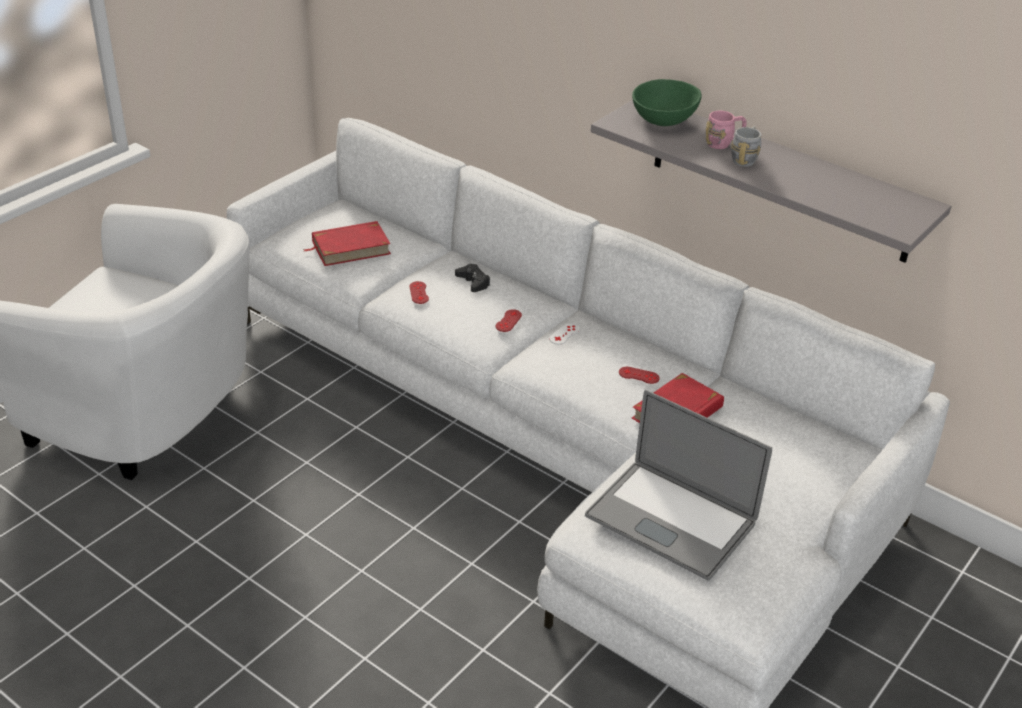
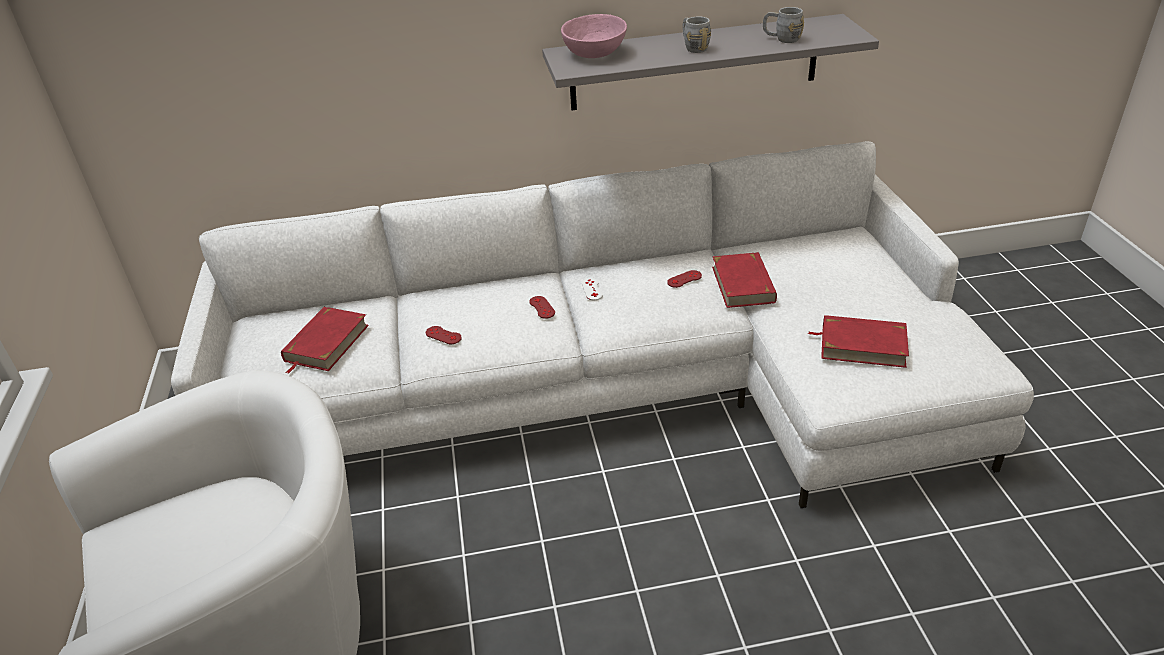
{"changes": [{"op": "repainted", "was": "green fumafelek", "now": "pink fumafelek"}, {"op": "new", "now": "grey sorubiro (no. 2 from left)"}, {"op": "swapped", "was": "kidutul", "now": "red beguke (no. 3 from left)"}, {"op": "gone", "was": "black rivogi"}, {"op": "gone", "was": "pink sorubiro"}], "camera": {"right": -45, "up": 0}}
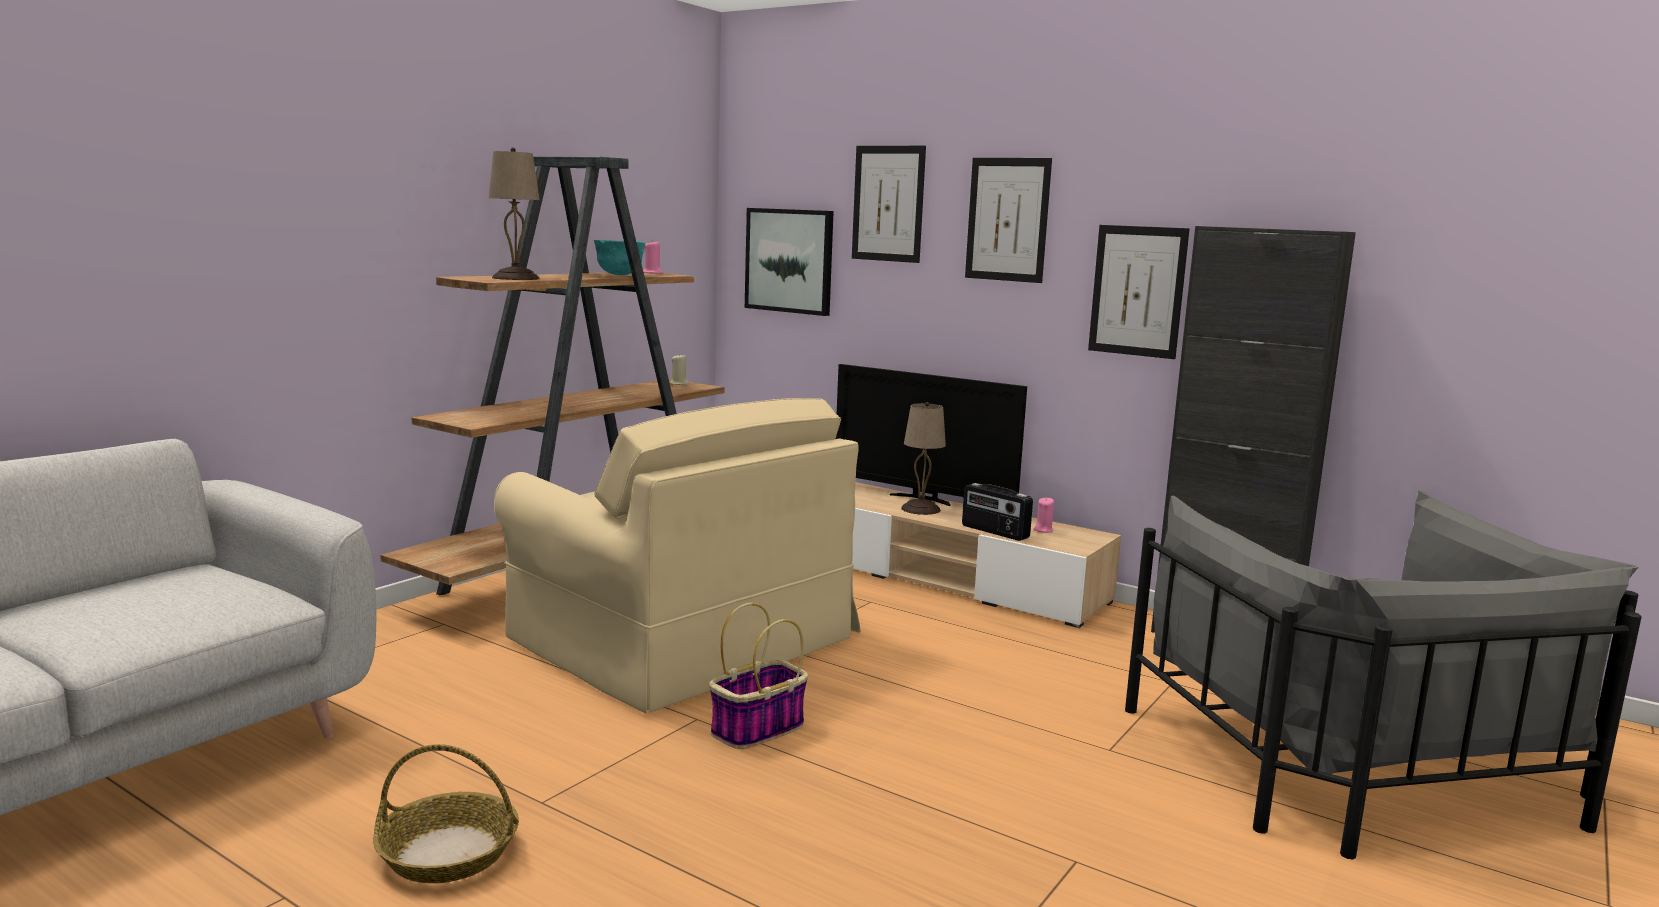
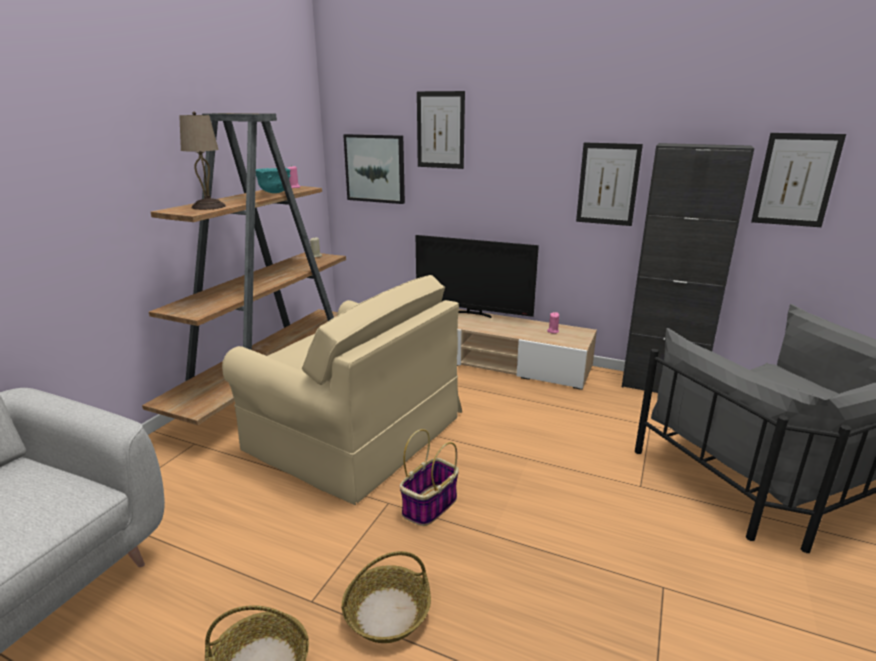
{"changes": [{"op": "new", "now": "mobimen (no. 2 from left)"}, {"op": "shifted", "was": "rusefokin (no. 3 from left in the first image)", "now": "rusefokin (no. 4 from left)"}, {"op": "gone", "was": "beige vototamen (no. 2 from left)"}, {"op": "gone", "was": "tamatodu"}], "camera": {"right": -10, "up": 10}}
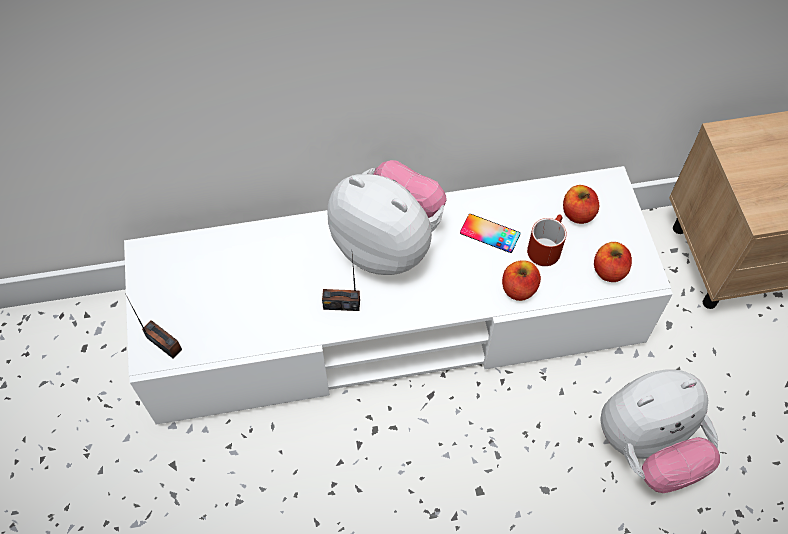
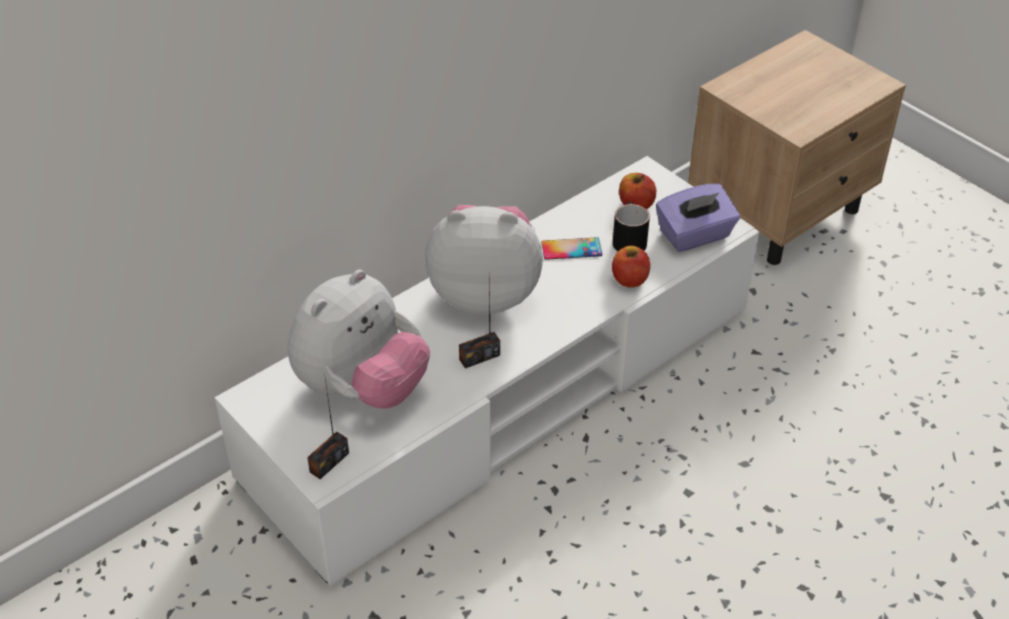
{"changes": [{"op": "shifted", "was": "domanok (no. 2 from left in the first image)", "now": "domanok (no. 1 from left)"}, {"op": "rotated", "was": "tamatodu (no. 1 from left)", "clockwise": 120}, {"op": "repainted", "was": "red sorubiro", "now": "black sorubiro"}, {"op": "swapped", "was": "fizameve (no. 3 from left)", "now": "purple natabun"}], "camera": {"right": -30, "up": -15}}
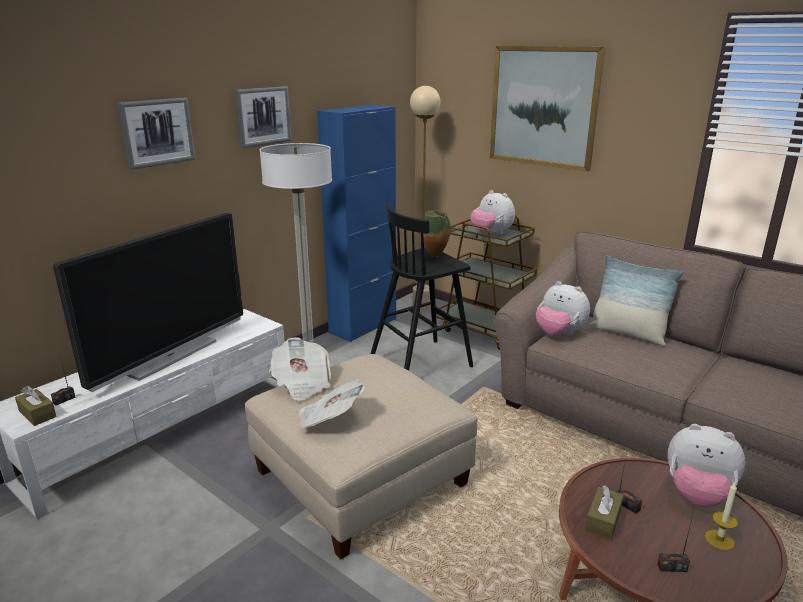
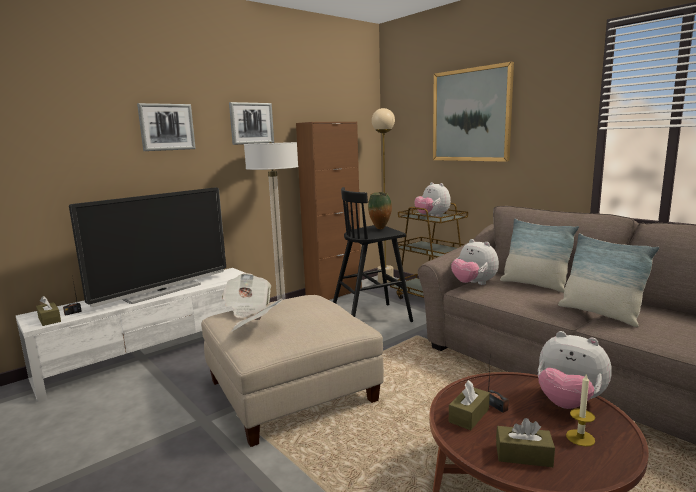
{"changes": [{"op": "repainted", "was": "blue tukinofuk", "now": "brown tukinofuk"}, {"op": "swapped", "was": "tamatodu (no. 3 from left)", "now": "brown natabun (no. 3 from left)"}, {"op": "new", "now": "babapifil (no. 2 from left)"}], "camera": {"right": 10, "up": -10}}
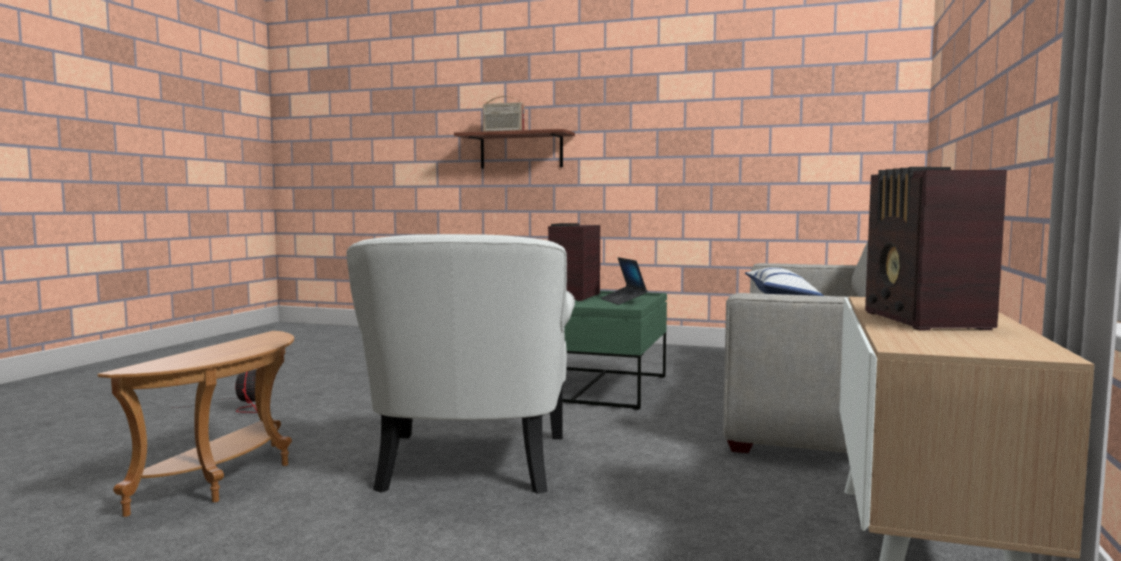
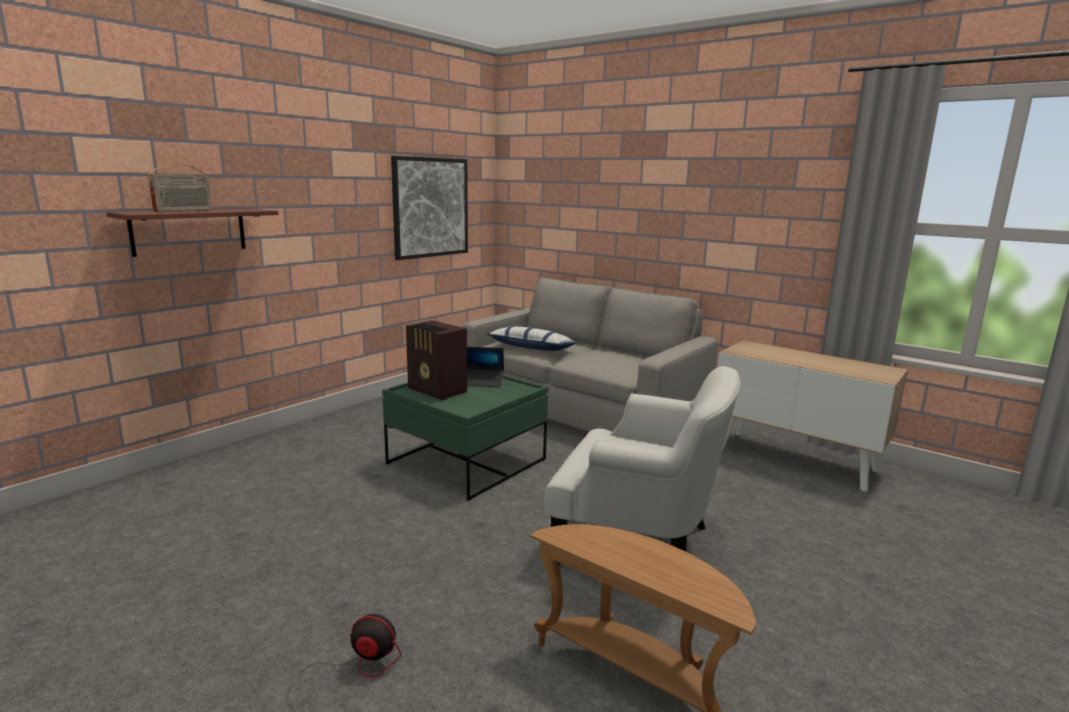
{"changes": [{"op": "new", "now": "rusefokin"}, {"op": "gone", "was": "tamatodu (no. 3 from left)"}], "camera": {"right": -70, "up": 10}}
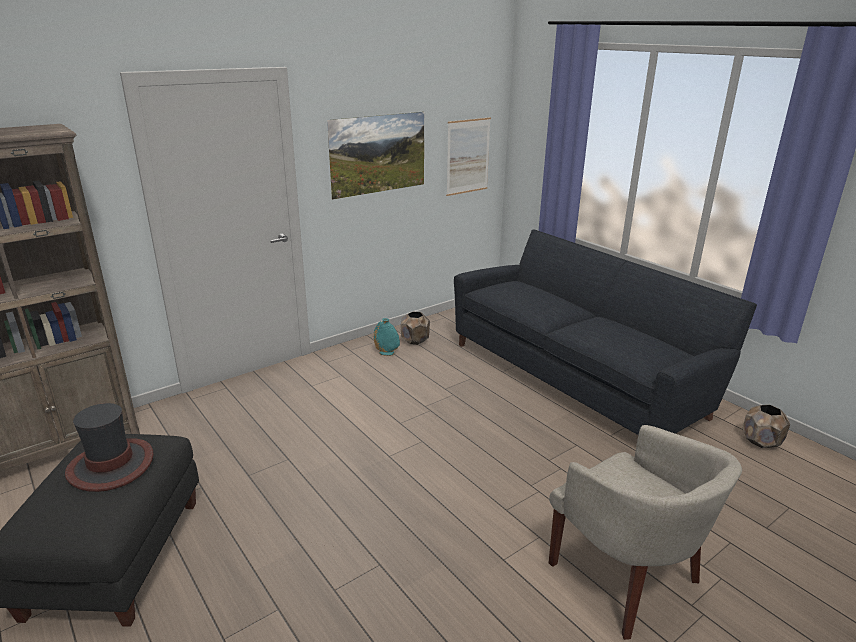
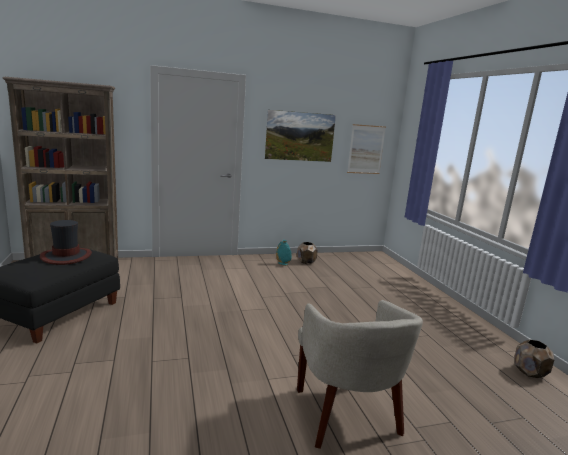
{"changes": [{"op": "gone", "was": "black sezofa"}], "camera": {"right": 20, "up": -10}}
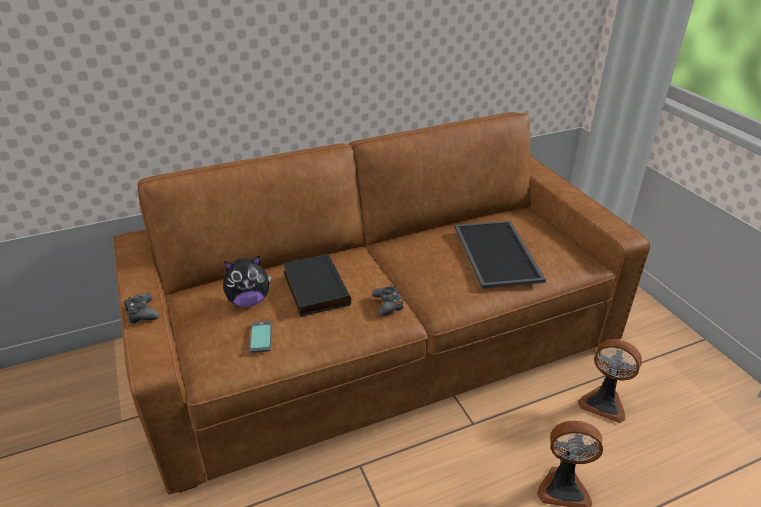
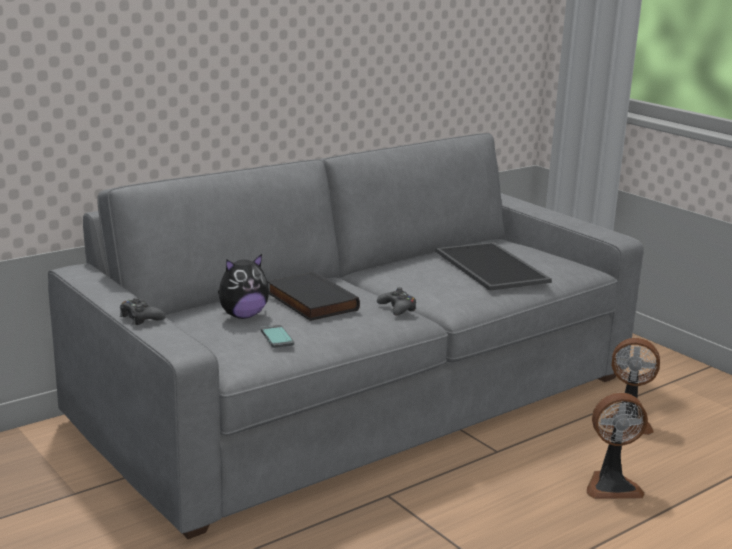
{"changes": [{"op": "repainted", "was": "brown sezofa", "now": "grey sezofa"}], "camera": {"right": -15, "up": -15}}
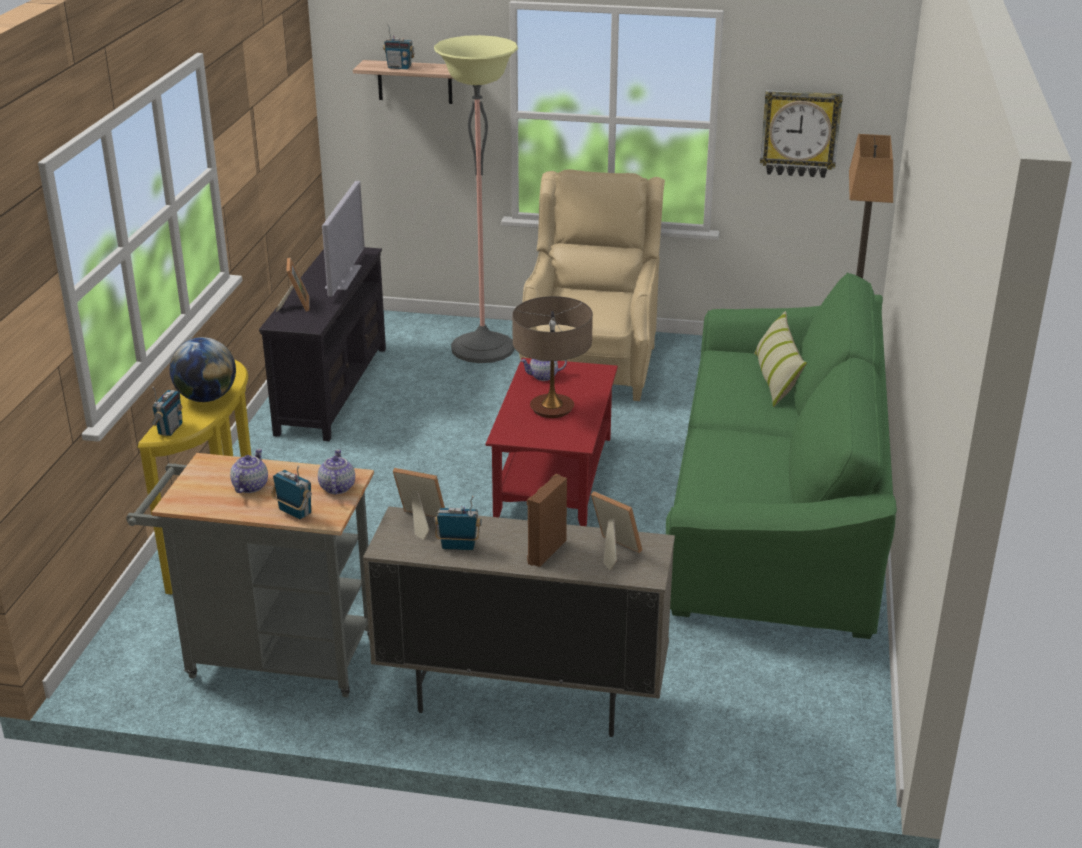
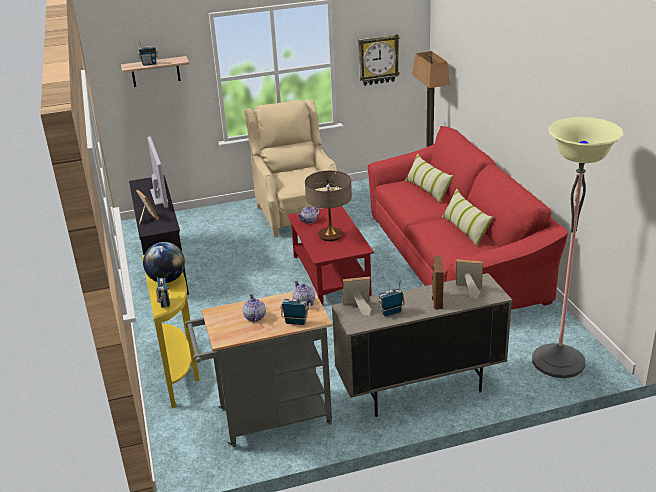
{"changes": [{"op": "repainted", "was": "green sezofa", "now": "red sezofa"}, {"op": "new", "now": "babapifil (no. 2 from left)"}, {"op": "shifted", "was": "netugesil (no. 1 from left in the first image)", "now": "netugesil (no. 2 from left)"}], "camera": {"right": -25, "up": 0}}
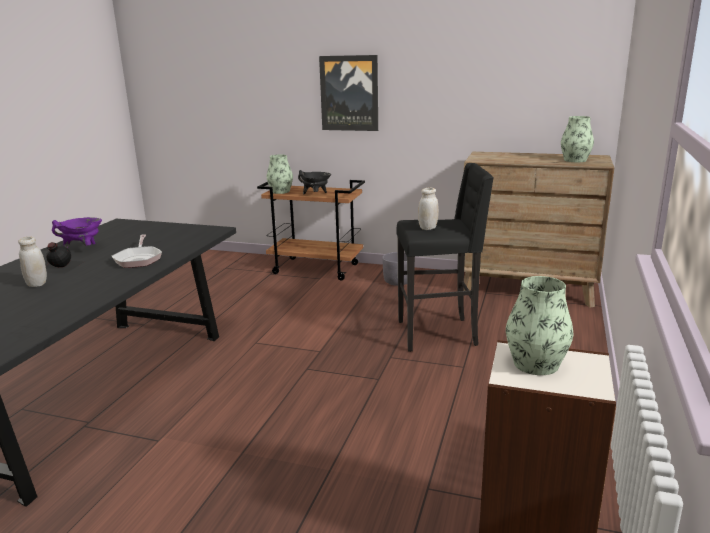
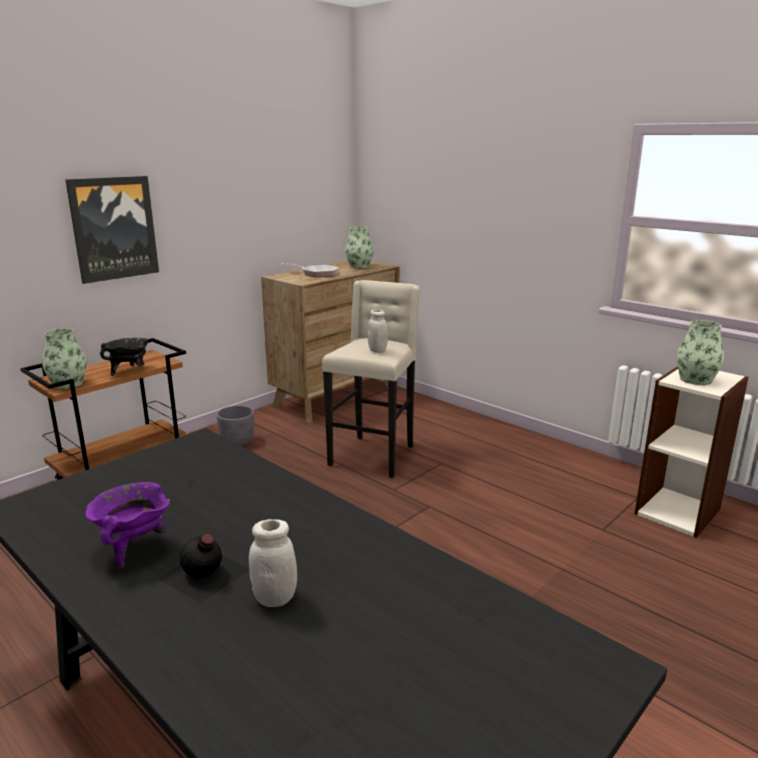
{"changes": [{"op": "shifted", "was": "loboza"}, {"op": "repainted", "was": "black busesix", "now": "beige busesix"}], "camera": {"right": -65, "up": 0}}
